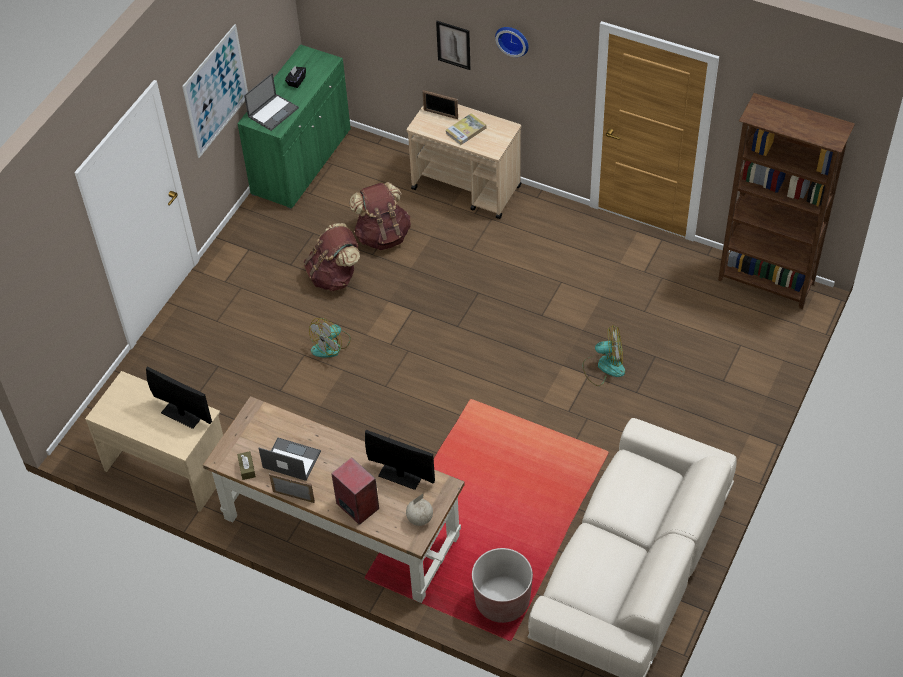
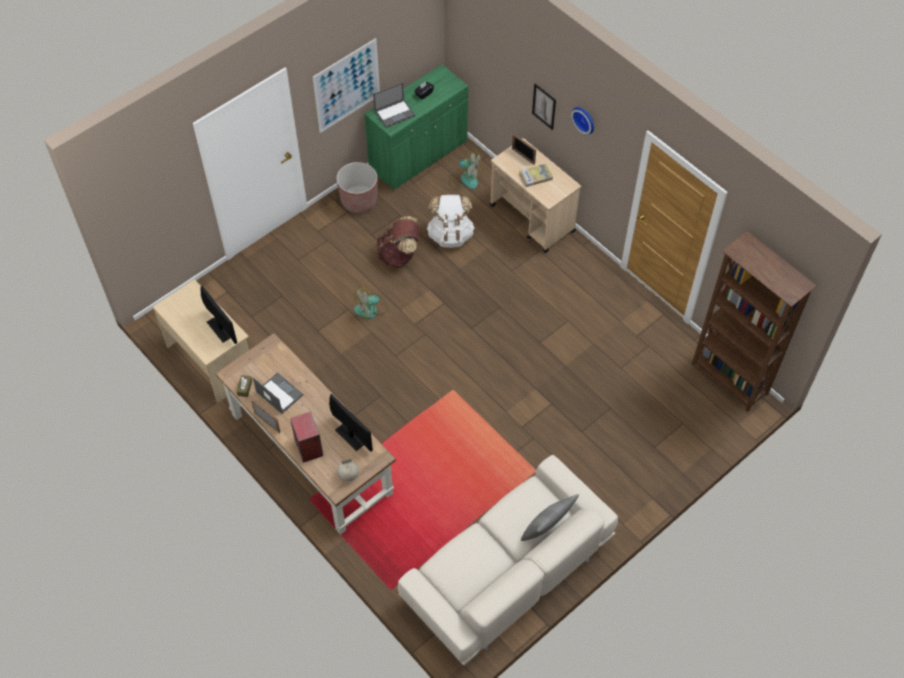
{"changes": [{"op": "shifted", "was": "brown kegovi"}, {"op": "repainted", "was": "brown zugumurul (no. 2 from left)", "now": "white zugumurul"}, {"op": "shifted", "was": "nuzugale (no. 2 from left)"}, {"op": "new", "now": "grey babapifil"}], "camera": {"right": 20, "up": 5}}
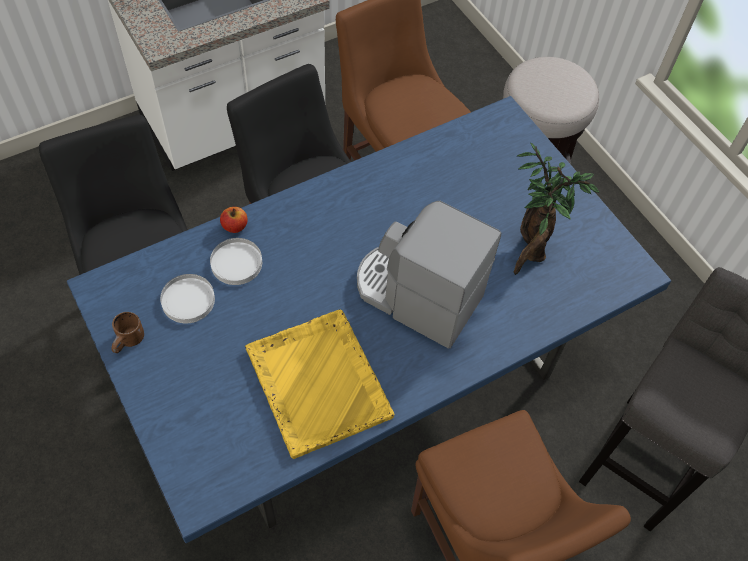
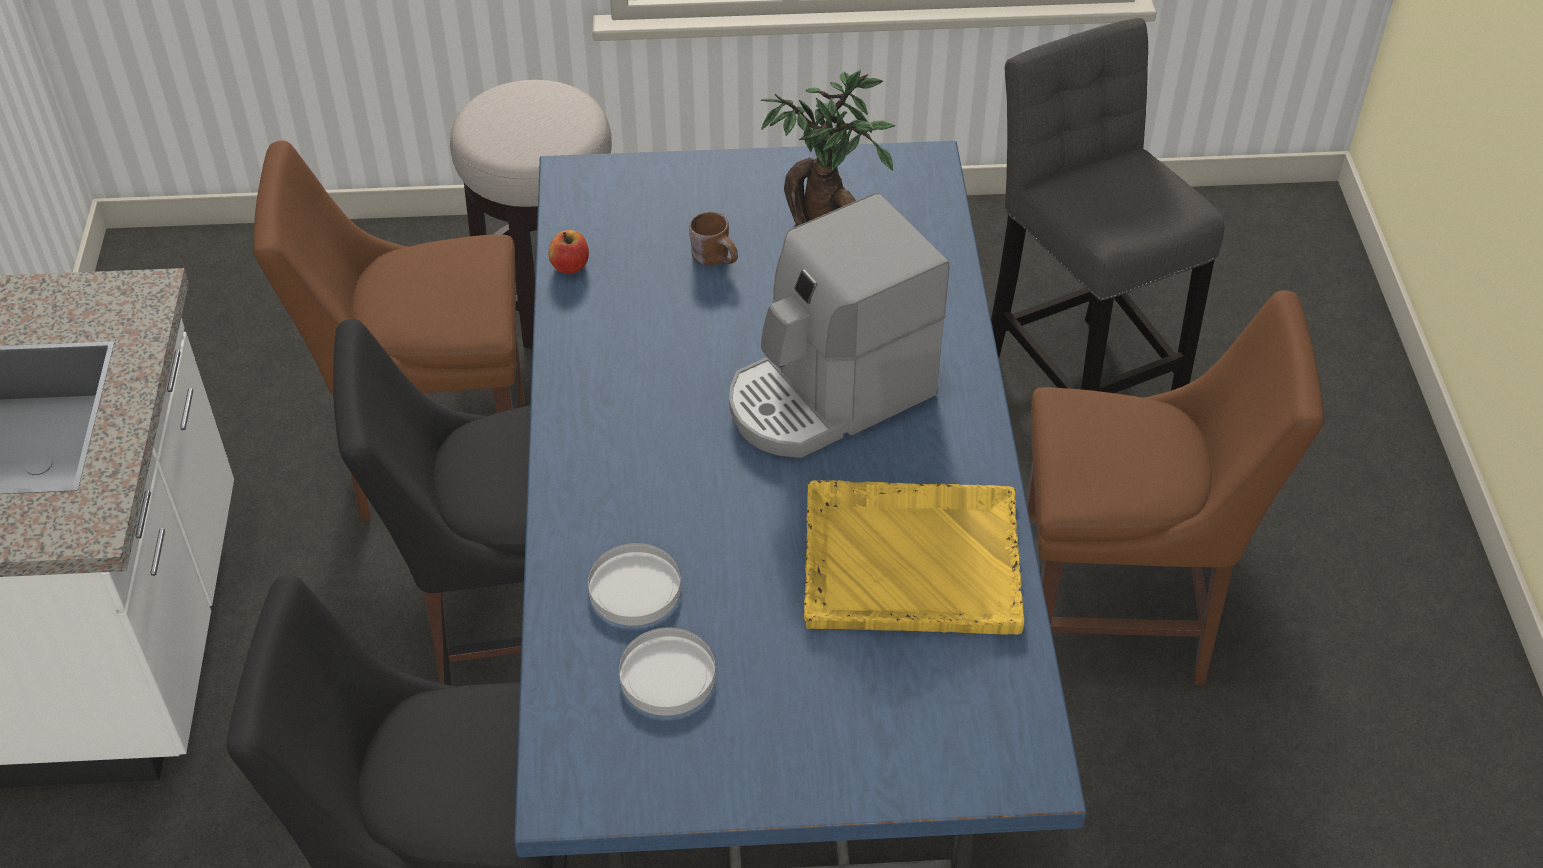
{"changes": [{"op": "shifted", "was": "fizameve"}, {"op": "shifted", "was": "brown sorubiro"}], "camera": {"right": -60, "up": -10}}
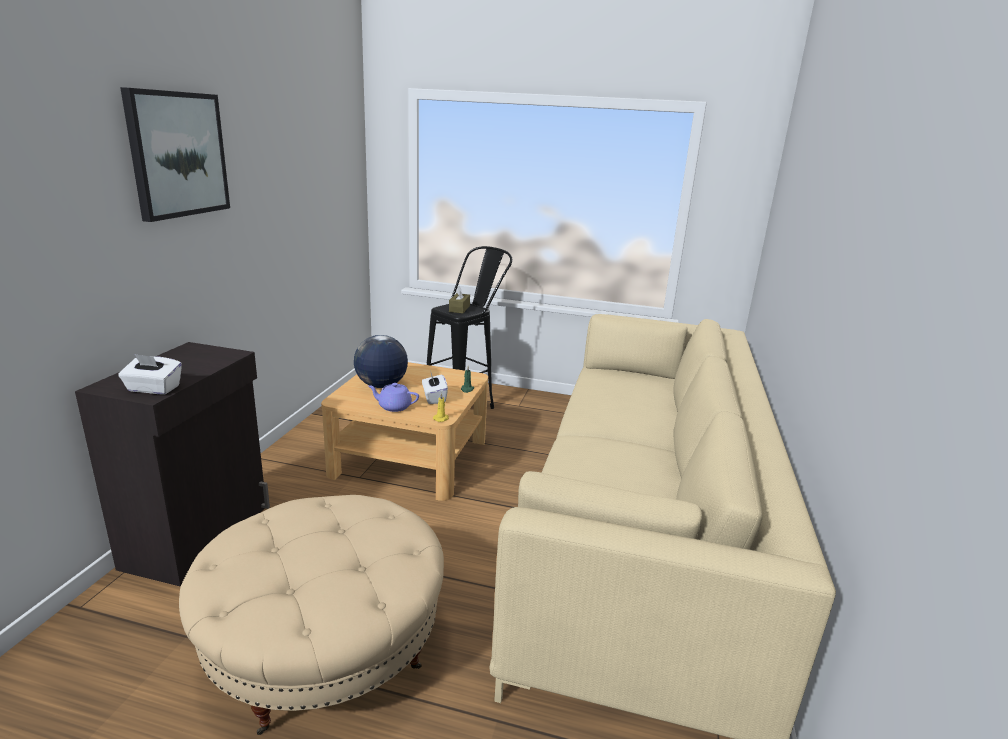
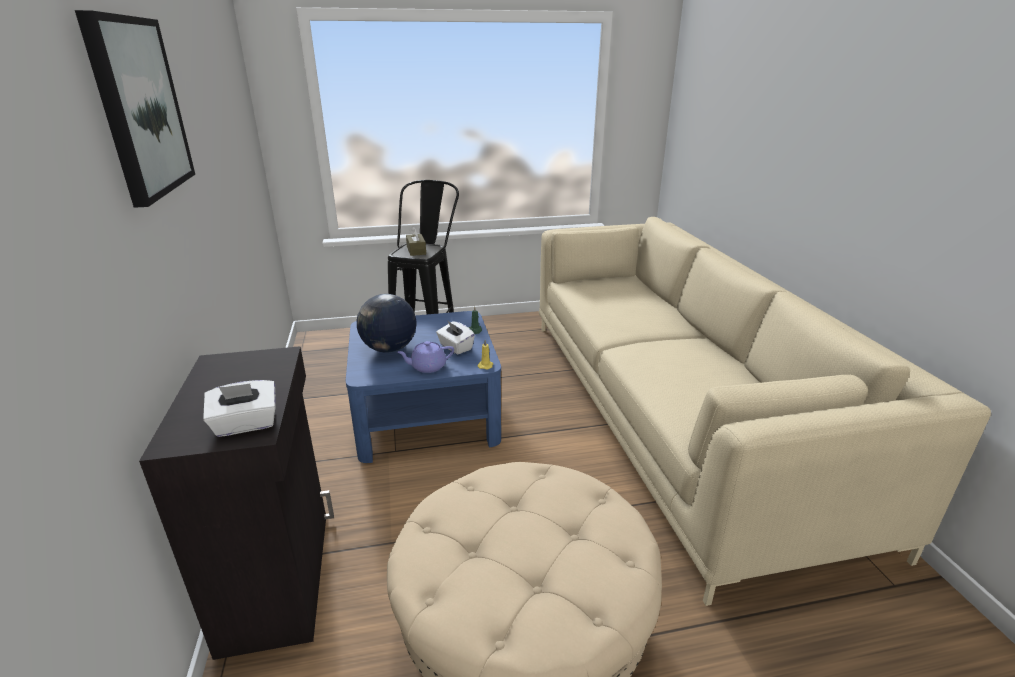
{"changes": [{"op": "repainted", "was": "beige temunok", "now": "blue temunok"}], "camera": {"right": -25, "up": 5}}
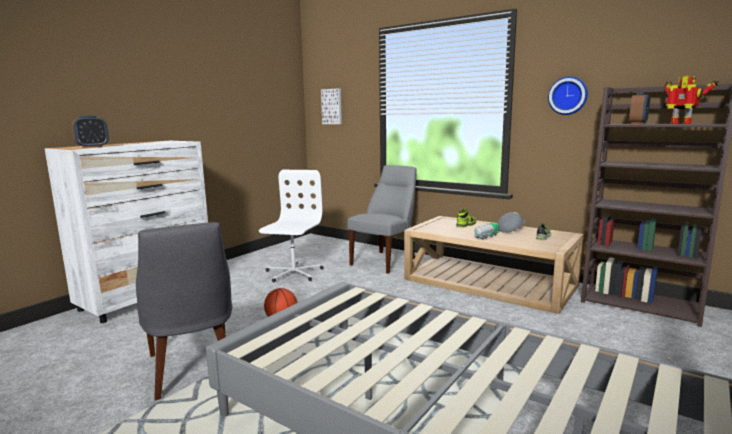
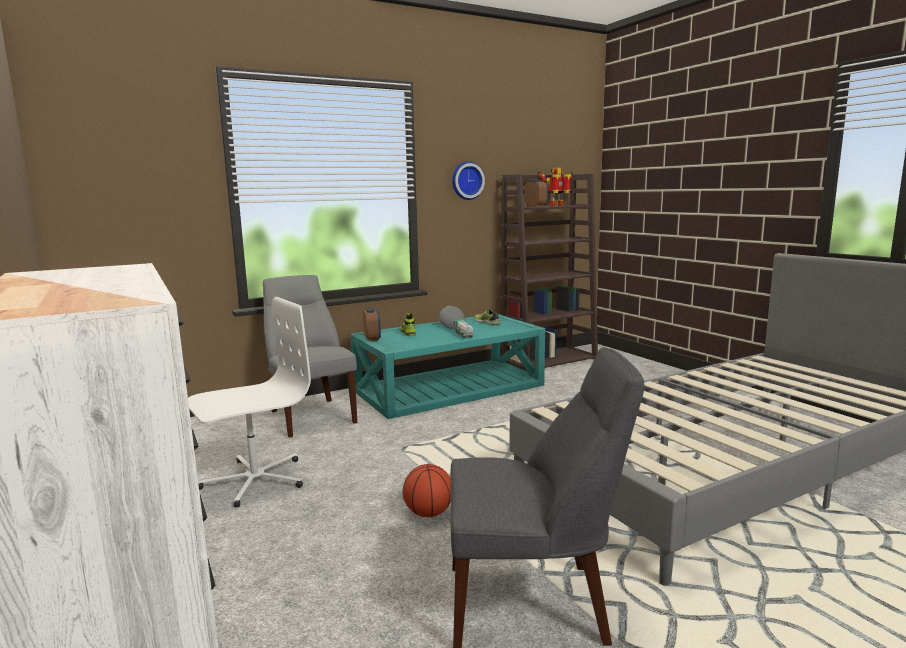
{"changes": [{"op": "rotated", "was": "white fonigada", "clockwise": 105}, {"op": "repainted", "was": "beige temunok", "now": "turquoise temunok"}, {"op": "shifted", "was": "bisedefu (no. 1 from left)"}, {"op": "gone", "was": "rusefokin"}], "camera": {"right": -65, "up": 0}}
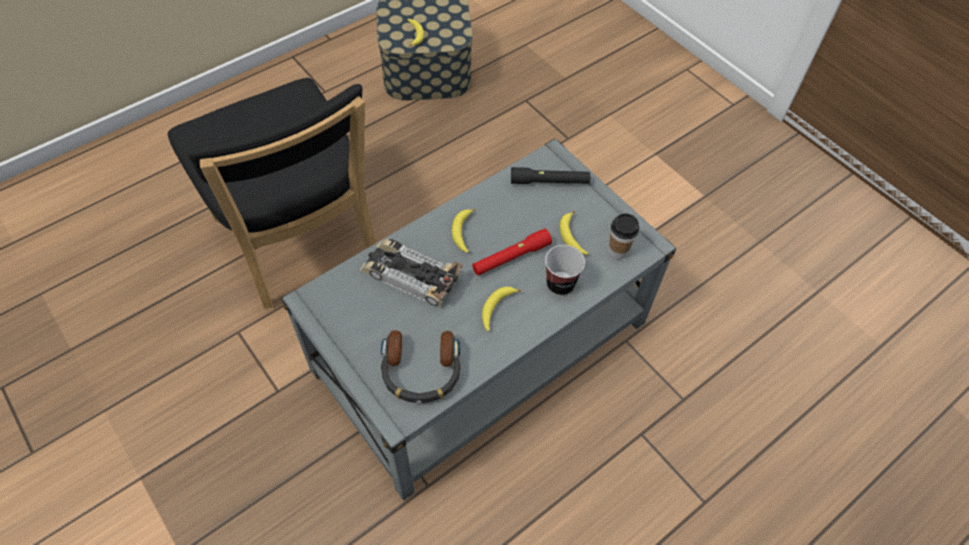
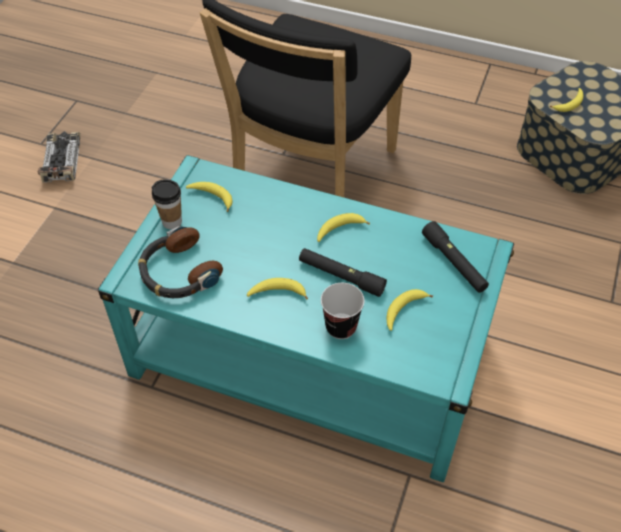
{"changes": [{"op": "shifted", "was": "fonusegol"}, {"op": "repainted", "was": "grey temunok", "now": "turquoise temunok"}, {"op": "shifted", "was": "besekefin (no. 2 from left in the first image)", "now": "besekefin (no. 1 from left)"}, {"op": "new", "now": "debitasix (no. 1 from left)"}, {"op": "repainted", "was": "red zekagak", "now": "black zekagak (no. 1 from left)"}], "camera": {"right": 60, "up": -5}}
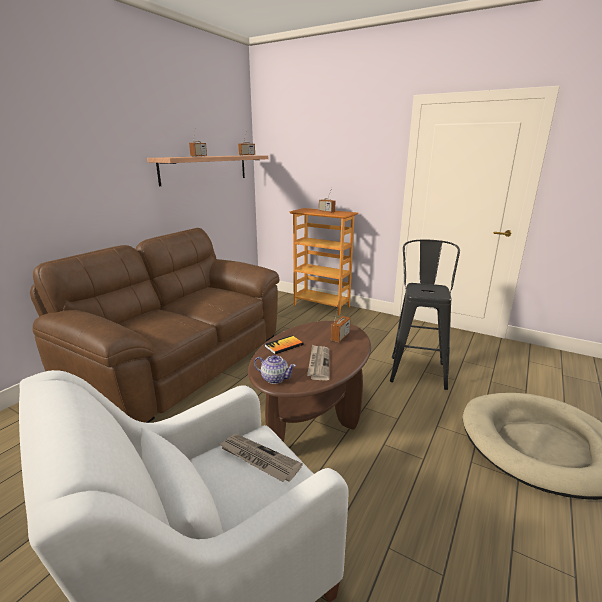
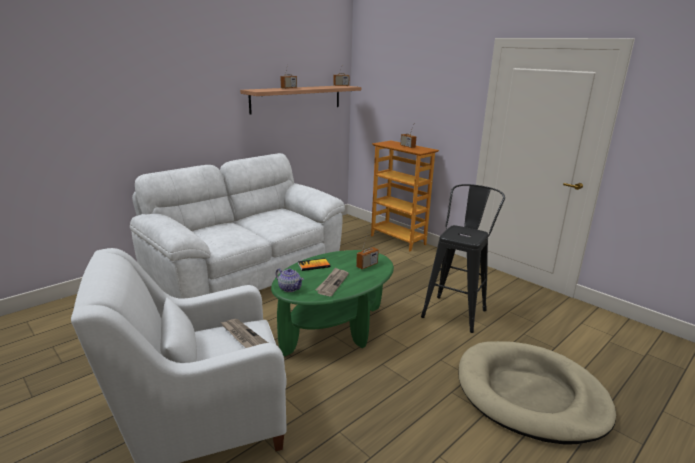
{"changes": [{"op": "repainted", "was": "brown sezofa", "now": "white sezofa"}, {"op": "repainted", "was": "brown temunok", "now": "green temunok"}], "camera": {"right": 15, "up": 0}}
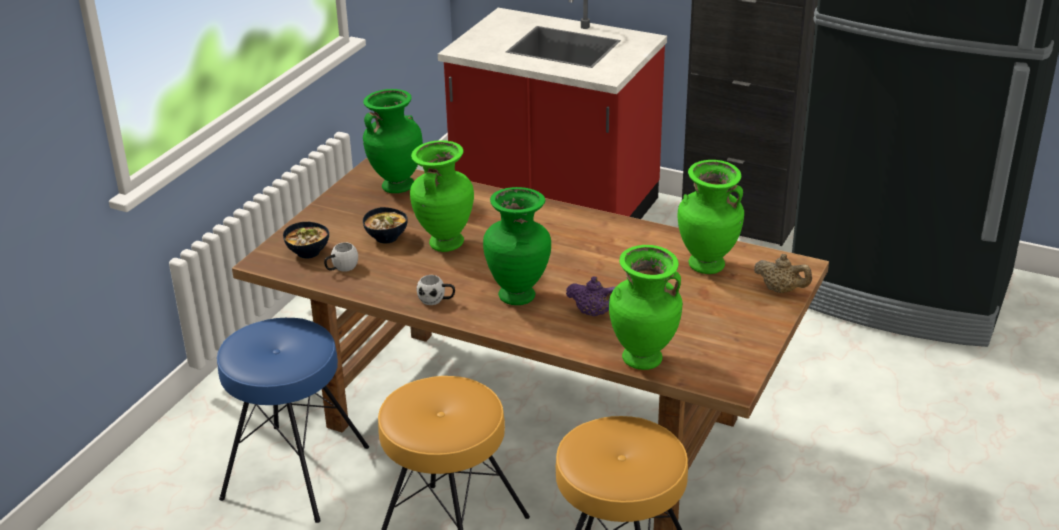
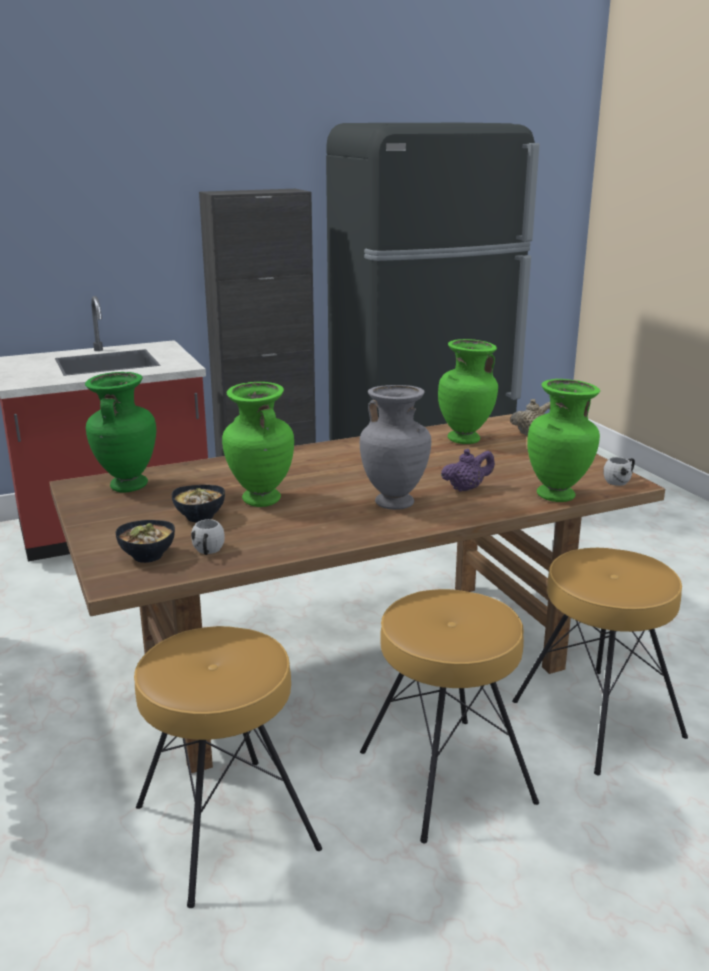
{"changes": [{"op": "repainted", "was": "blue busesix", "now": "brown busesix (no. 1 from left)"}, {"op": "repainted", "was": "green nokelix (no. 3 from left)", "now": "grey nokelix"}, {"op": "shifted", "was": "white sorubiro (no. 2 from left)"}], "camera": {"right": -50, "up": -10}}
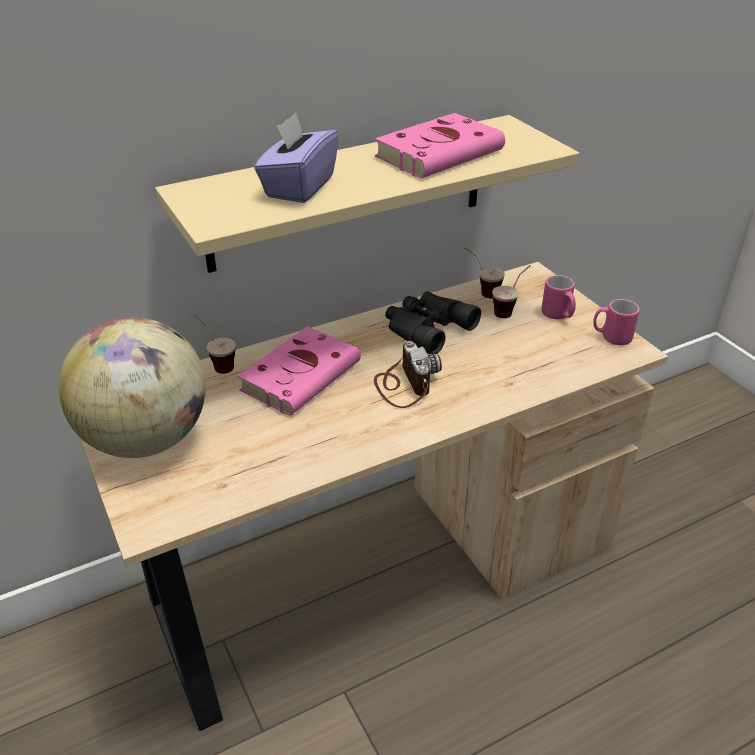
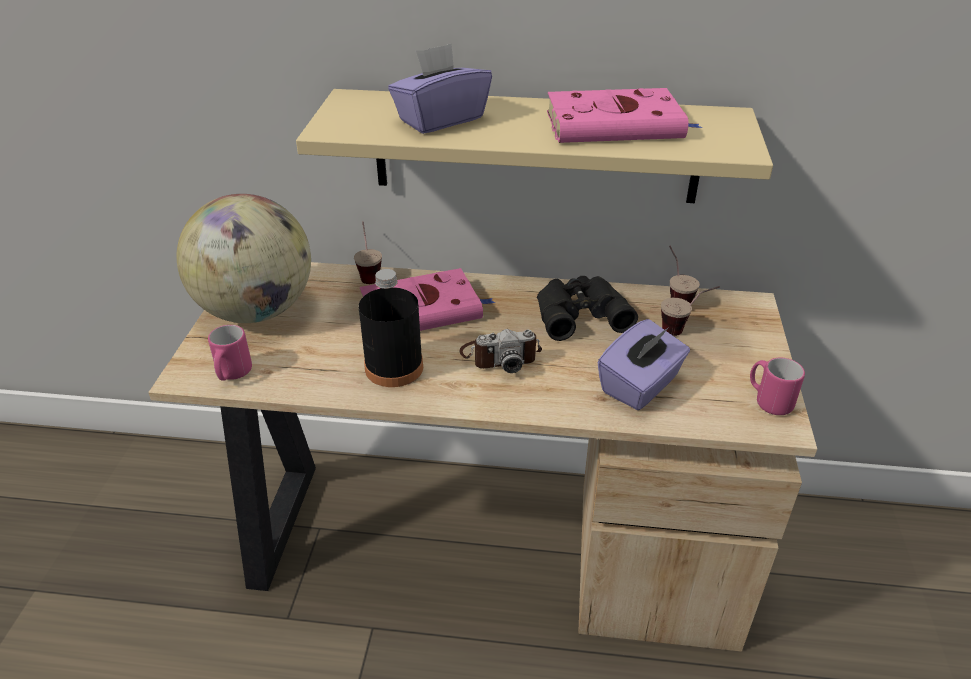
{"changes": [{"op": "shifted", "was": "pink sorubiro (no. 1 from left)"}, {"op": "new", "now": "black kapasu"}, {"op": "rotated", "was": "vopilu", "clockwise": 60}, {"op": "new", "now": "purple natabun (no. 2 from left)"}], "camera": {"right": 35, "up": 0}}
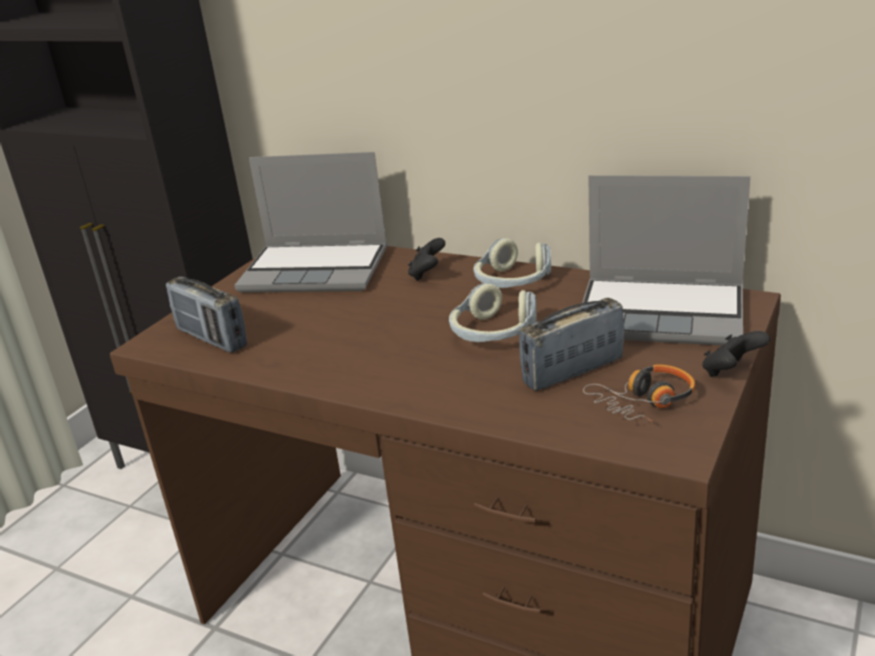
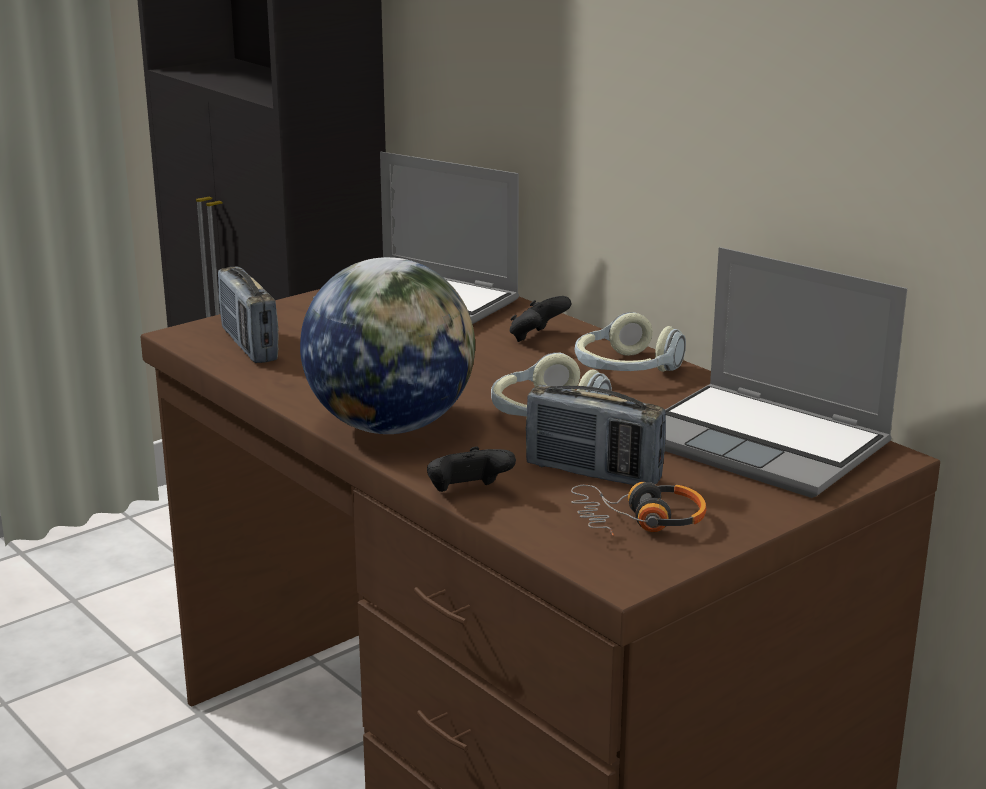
{"changes": [{"op": "new", "now": "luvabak"}, {"op": "shifted", "was": "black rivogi (no. 2 from left in the first image)", "now": "black rivogi (no. 1 from left)"}, {"op": "rotated", "was": "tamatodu (no. 2 from left)", "clockwise": -150}], "camera": {"right": 20, "up": -5}}
